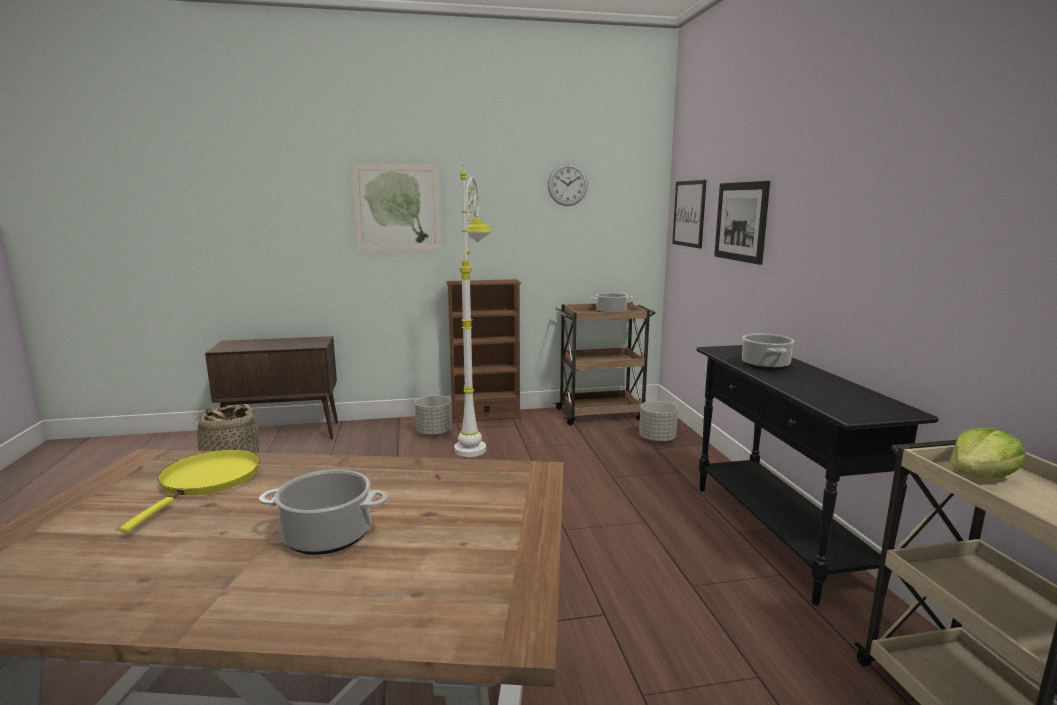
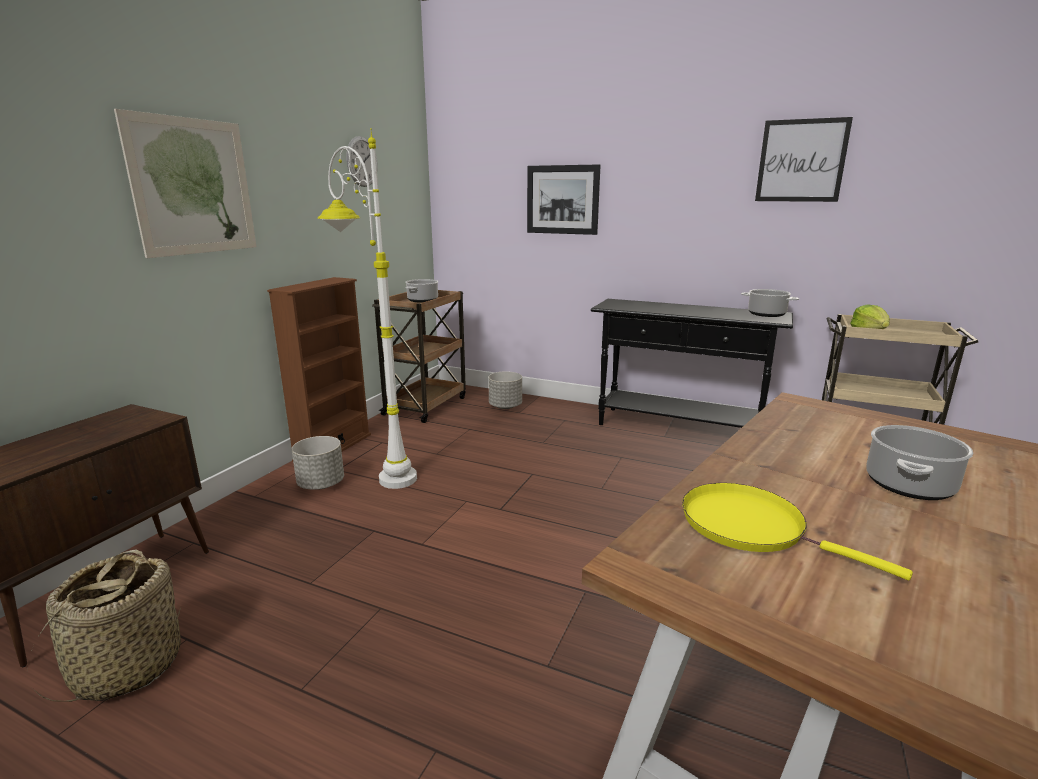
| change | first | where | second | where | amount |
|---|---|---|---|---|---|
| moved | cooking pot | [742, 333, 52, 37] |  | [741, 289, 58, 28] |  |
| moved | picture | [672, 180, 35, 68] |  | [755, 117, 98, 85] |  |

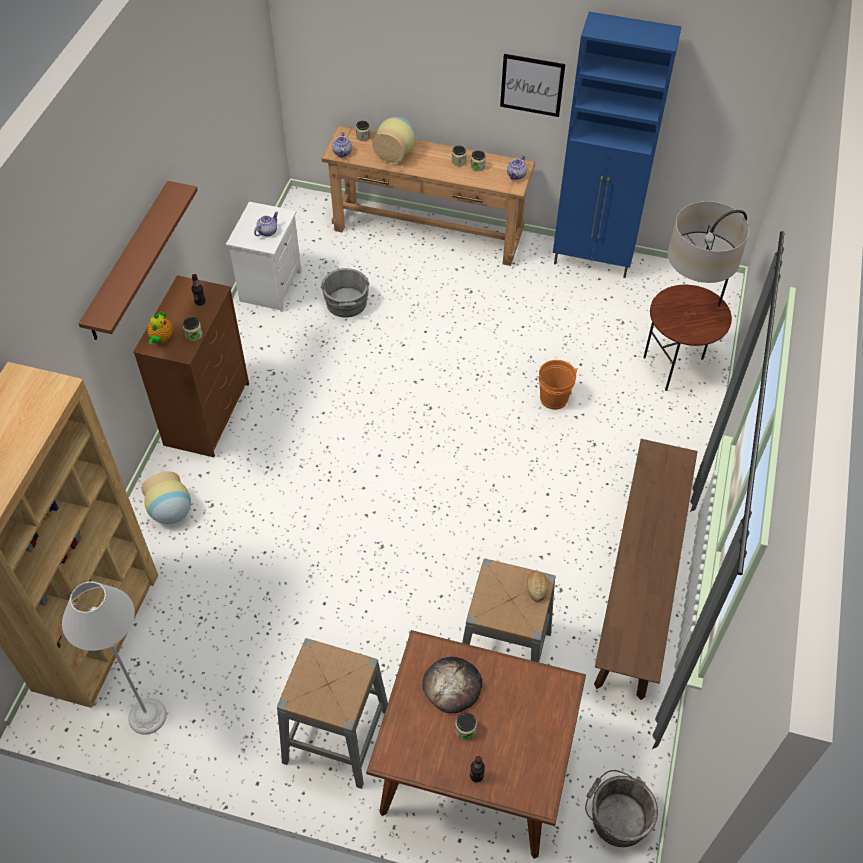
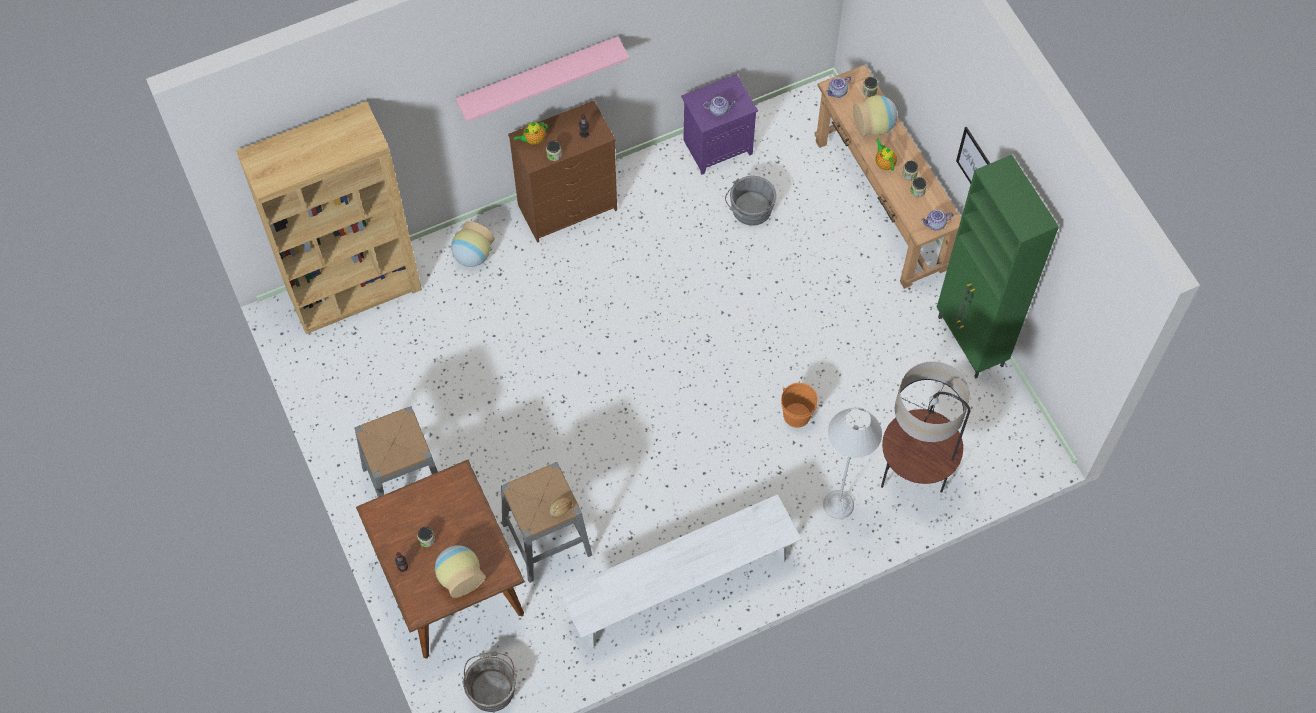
| change | first | where | second | where | amount |
|---|---|---|---|---|---|
| added |  |  | vase | [435, 545, 51, 53] |  |
| recoloured | brown shelf | [78, 181, 120, 159] | pink shelf | [456, 36, 173, 86] |  |
| recoloured | brown bench | [594, 439, 104, 261] | white bench | [559, 494, 243, 154] |  |
| recoloured | white nightstand | [226, 202, 76, 110] | purple nightstand | [681, 74, 77, 101] |  |
| moved | grey floor lamp | [62, 581, 105, 154] |  | [823, 407, 59, 112] |  |
| added |  |  | teapot | [875, 138, 22, 33] |  |
| recoloured | blue cabinet | [553, 12, 129, 266] | green cabinet | [937, 155, 122, 224] |  |
| removed | bread | [422, 657, 60, 56] |  |  |  |

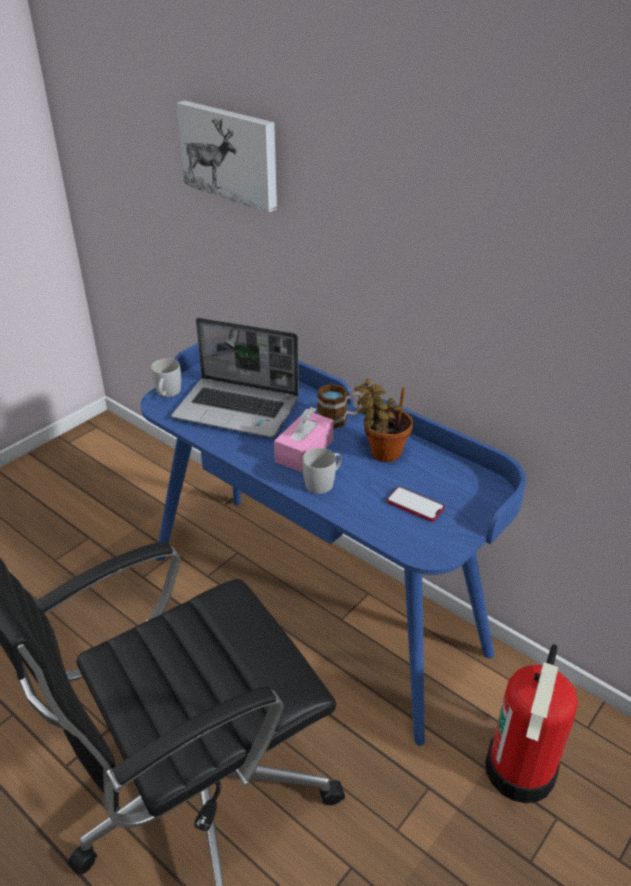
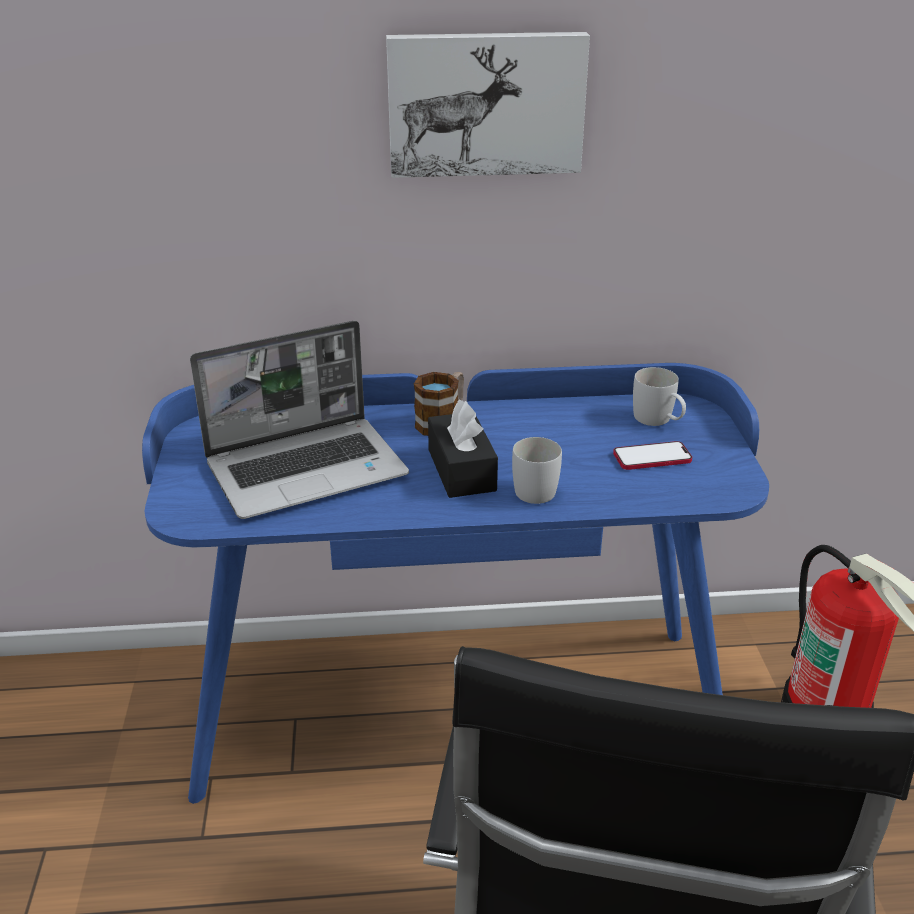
| change | first | where | second | where | amount |
|---|---|---|---|---|---|
| moved | picture | [176, 101, 101, 112] |  | [386, 32, 204, 146] |  |
| recoloured | pink tissue box | [274, 407, 60, 65] | black tissue box | [428, 399, 70, 99] |  |
| moved | white mug | [151, 358, 30, 39] |  | [633, 367, 53, 59] |  |
| removed | potted plant | [354, 378, 59, 84] |  |  |  |

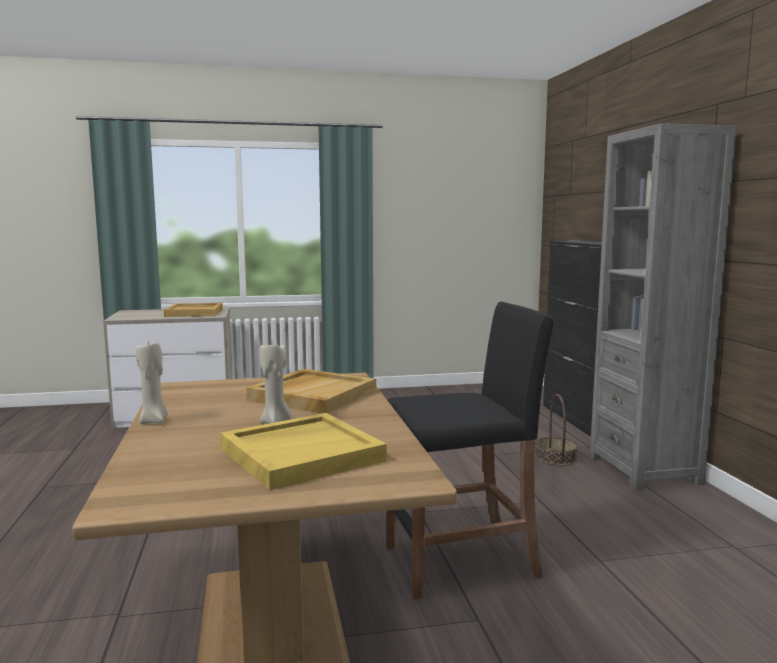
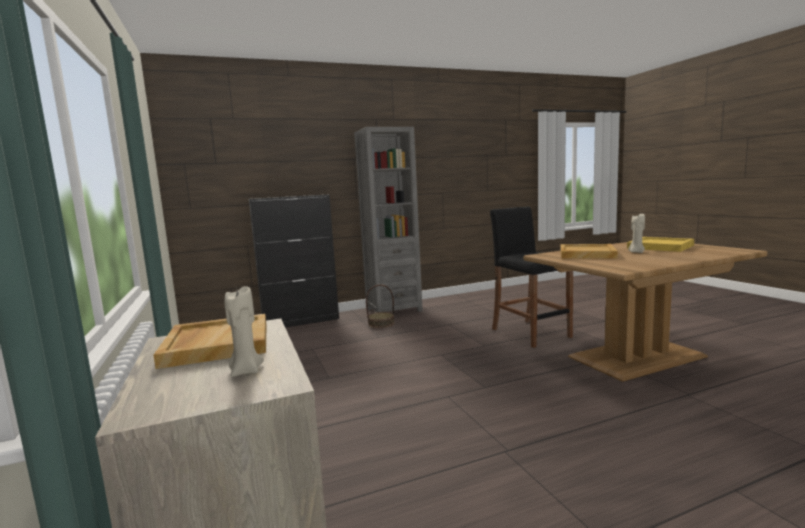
| change | first | where | second | where | amount |
|---|---|---|---|---|---|
| moved | beige candle | [135, 343, 33, 81] |  | [225, 286, 39, 91] |  |

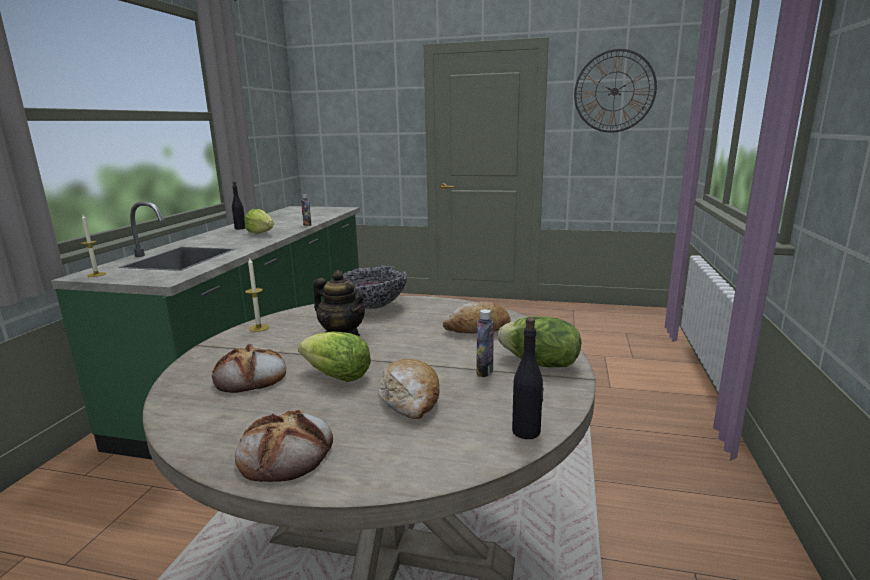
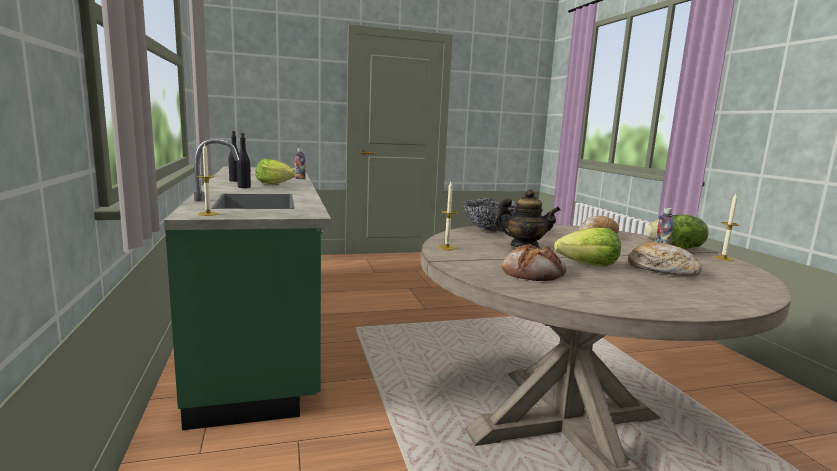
| change | first | where | second | where | amount |
|---|---|---|---|---|---|
| moved | black bottle | [512, 318, 32, 121] |  | [237, 133, 14, 55] |  |
| added |  |  | candle | [714, 194, 25, 67] |  |
| removed | bread | [235, 410, 98, 72] |  |  |  |
| removed | wall clock | [574, 49, 83, 84] |  |  |  |

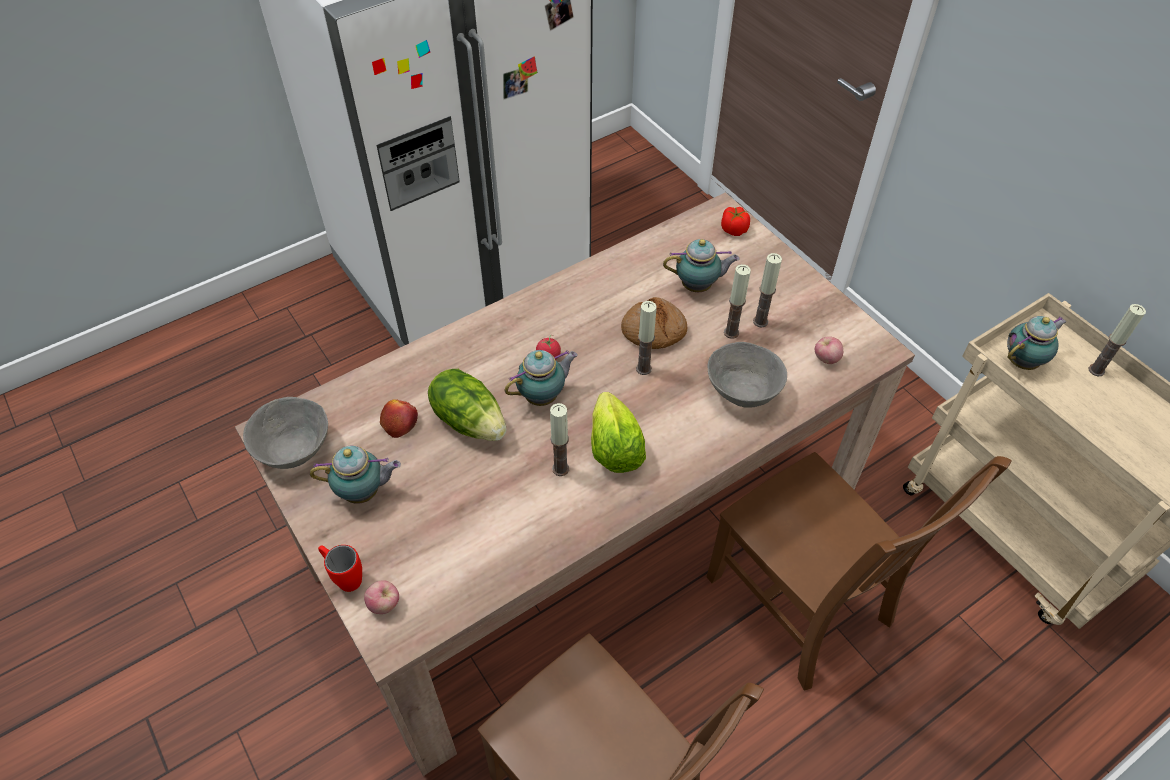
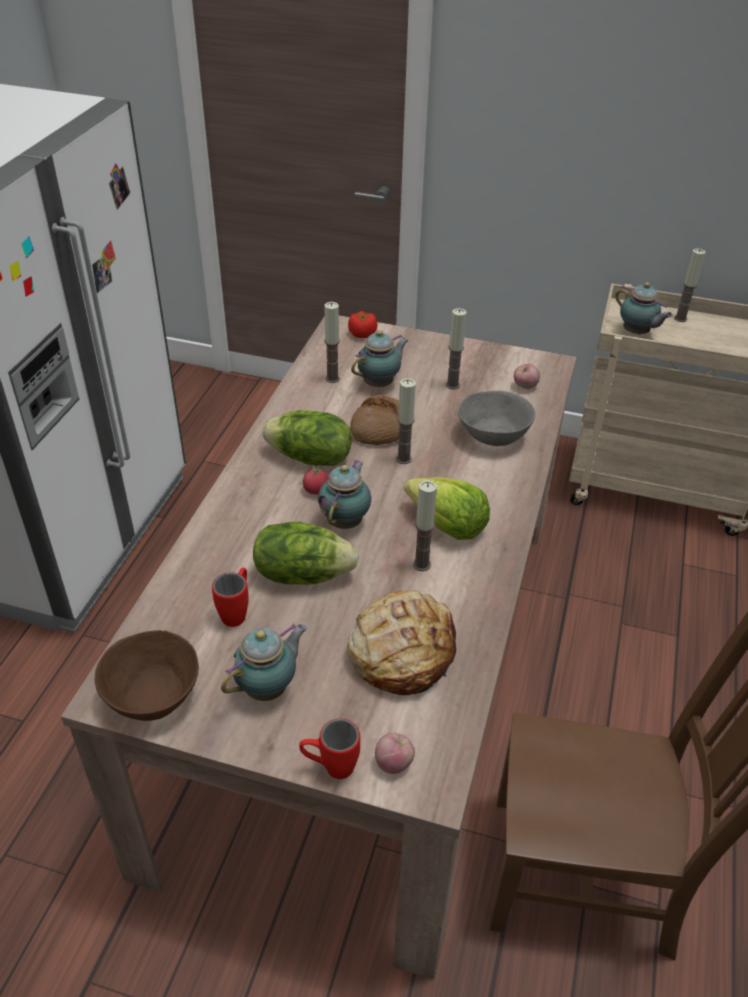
| change | first | where | second | where | amount |
|---|---|---|---|---|---|
| recoloured | grey bowl | [243, 397, 85, 72] | brown bowl | [95, 630, 104, 91] |  |
| replaced | apple | [380, 399, 38, 39] | red mug | [212, 568, 37, 59] |  |
| added |  |  | lettuce | [262, 410, 90, 56] |  |
| moved | candle | [724, 264, 27, 75] |  | [324, 302, 16, 81] |  |
| added |  |  | bread | [347, 590, 109, 105] |  |
| turned | teapot | [1007, 316, 59, 54] |  | [615, 282, 58, 52] | 120 degrees clockwise |
| removed | brown chair | [707, 452, 305, 239] |  |  |  |

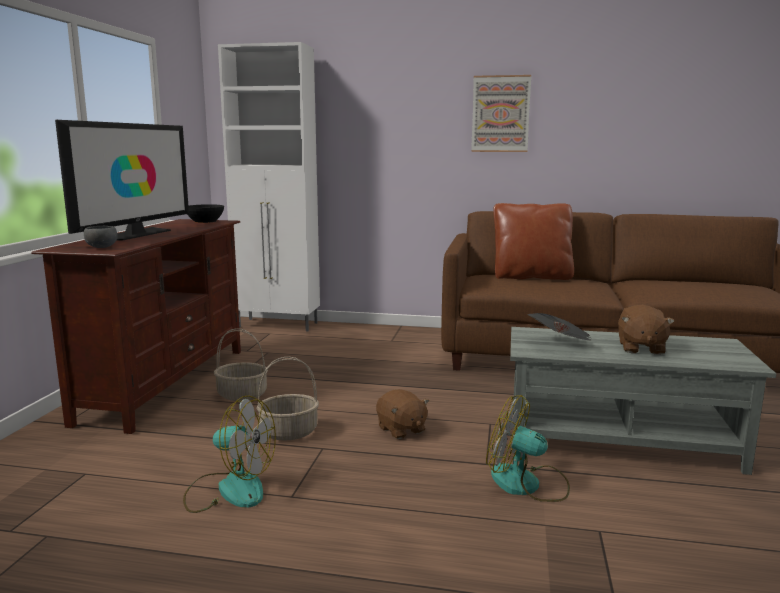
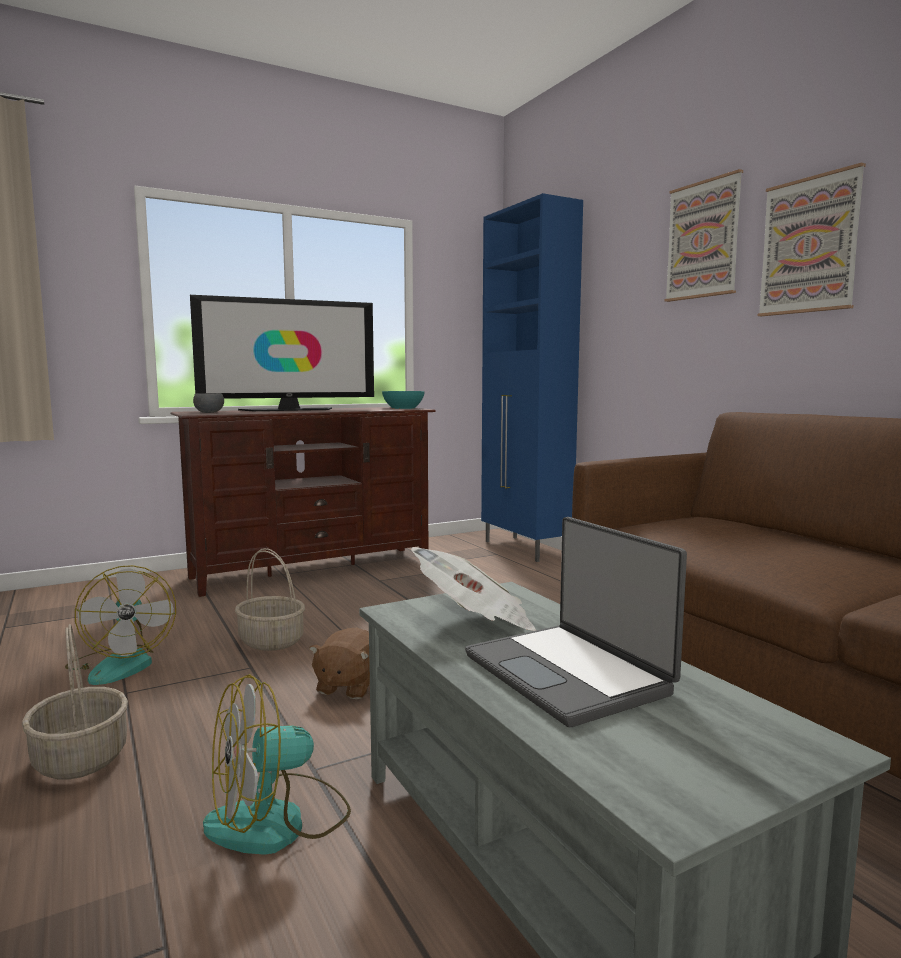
| change | first | where | second | where | amount |
|---|---|---|---|---|---|
| moved | basket | [214, 328, 54, 73] |  | [22, 624, 106, 155] |  |
| turned | fan | [486, 395, 84, 107] |  | [203, 674, 148, 181] | 105 degrees counterclockwise |
| recoloured | black bowl | [187, 204, 37, 19] | turquoise bowl | [382, 391, 43, 18] |  |
| replaced | brown plush toy | [618, 305, 57, 50] | laptop | [465, 517, 222, 210] |  |
| recoloured | white cabinet | [218, 42, 102, 289] | blue cabinet | [481, 193, 102, 369] |  |
| added |  |  | picture | [664, 169, 79, 133] |  |
| removed | brown pillow | [493, 203, 81, 77] |  |  |  |

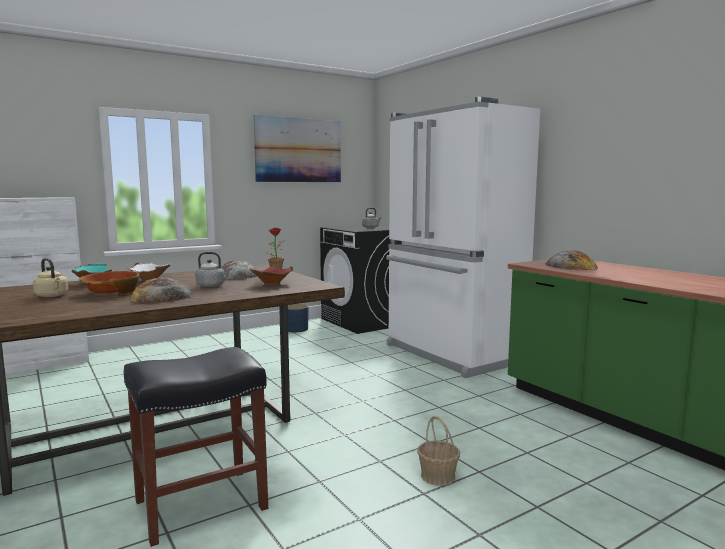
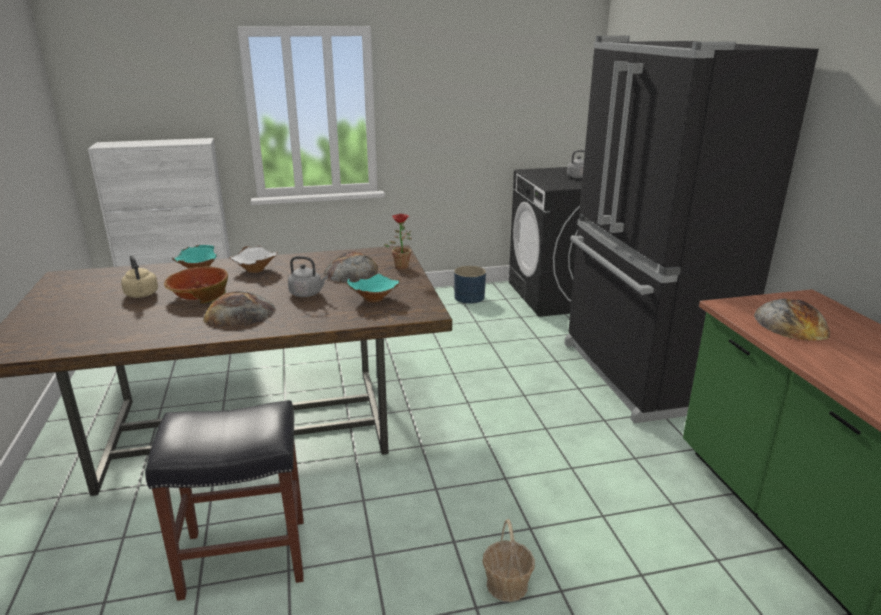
| change | first | where | second | where | amount |
|---|---|---|---|---|---|
| recoloured | red bowl | [250, 266, 43, 19] | turquoise bowl | [347, 273, 53, 29] |  |
| recoloured | white fridge | [386, 97, 154, 281] | black fridge | [564, 36, 255, 388] |  |
| removed | picture | [254, 115, 87, 67] |  |  |  |

